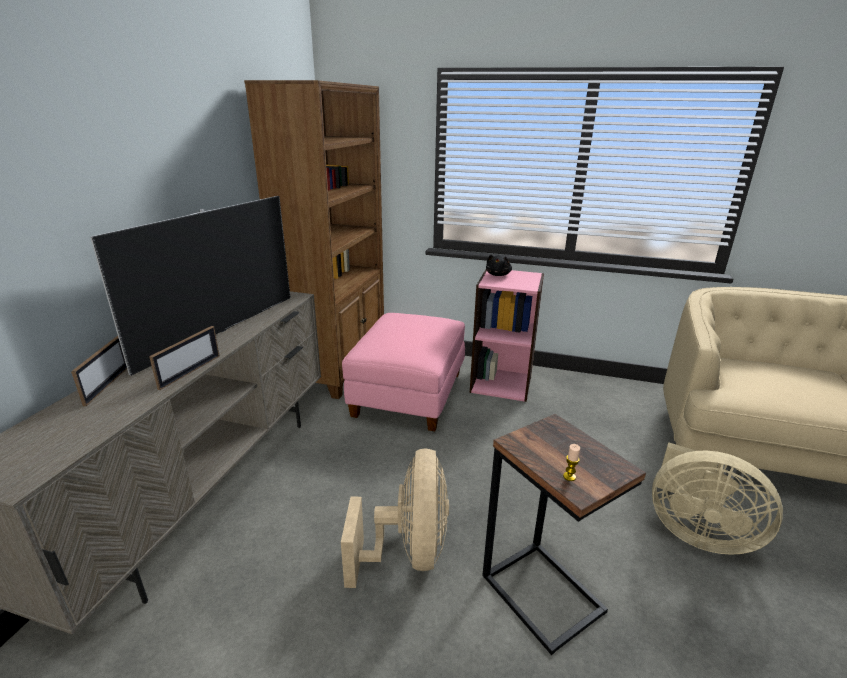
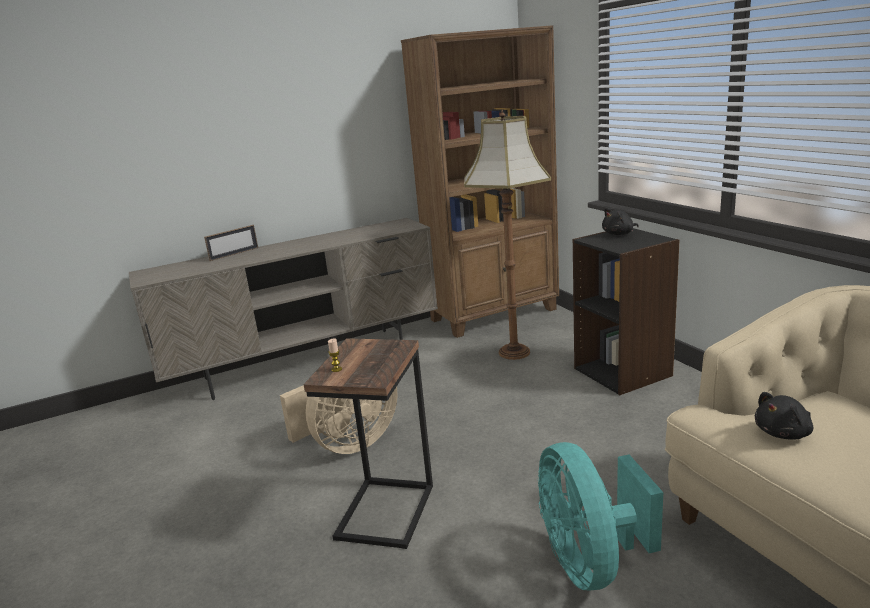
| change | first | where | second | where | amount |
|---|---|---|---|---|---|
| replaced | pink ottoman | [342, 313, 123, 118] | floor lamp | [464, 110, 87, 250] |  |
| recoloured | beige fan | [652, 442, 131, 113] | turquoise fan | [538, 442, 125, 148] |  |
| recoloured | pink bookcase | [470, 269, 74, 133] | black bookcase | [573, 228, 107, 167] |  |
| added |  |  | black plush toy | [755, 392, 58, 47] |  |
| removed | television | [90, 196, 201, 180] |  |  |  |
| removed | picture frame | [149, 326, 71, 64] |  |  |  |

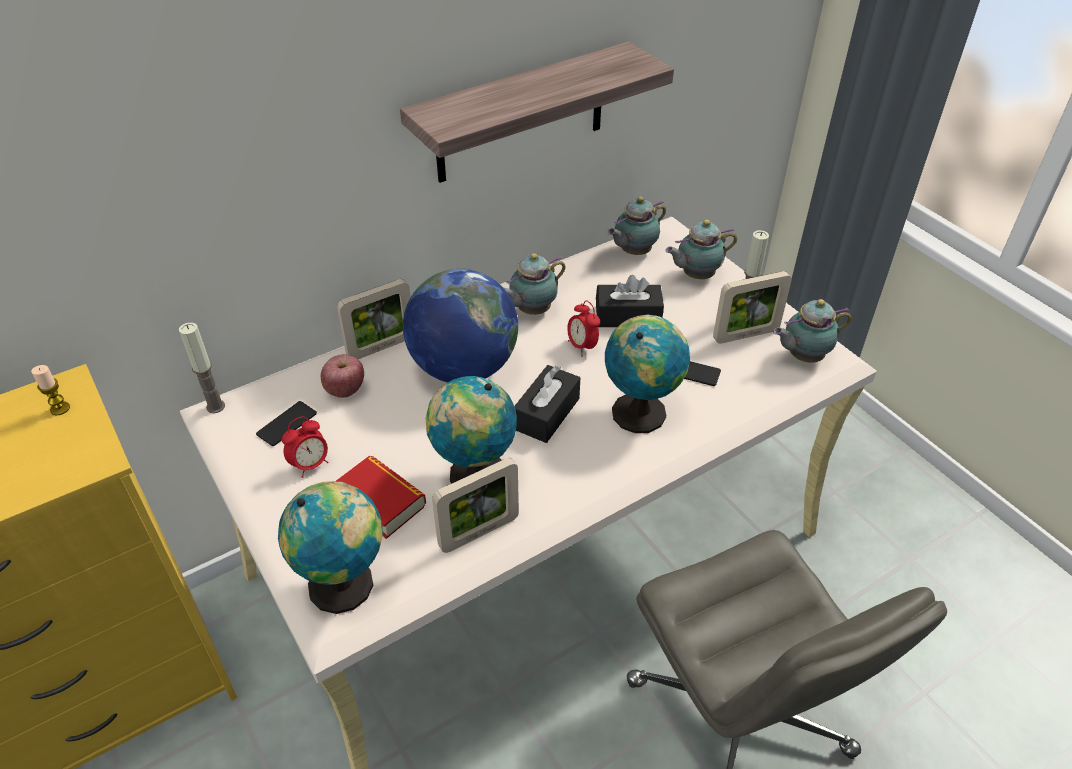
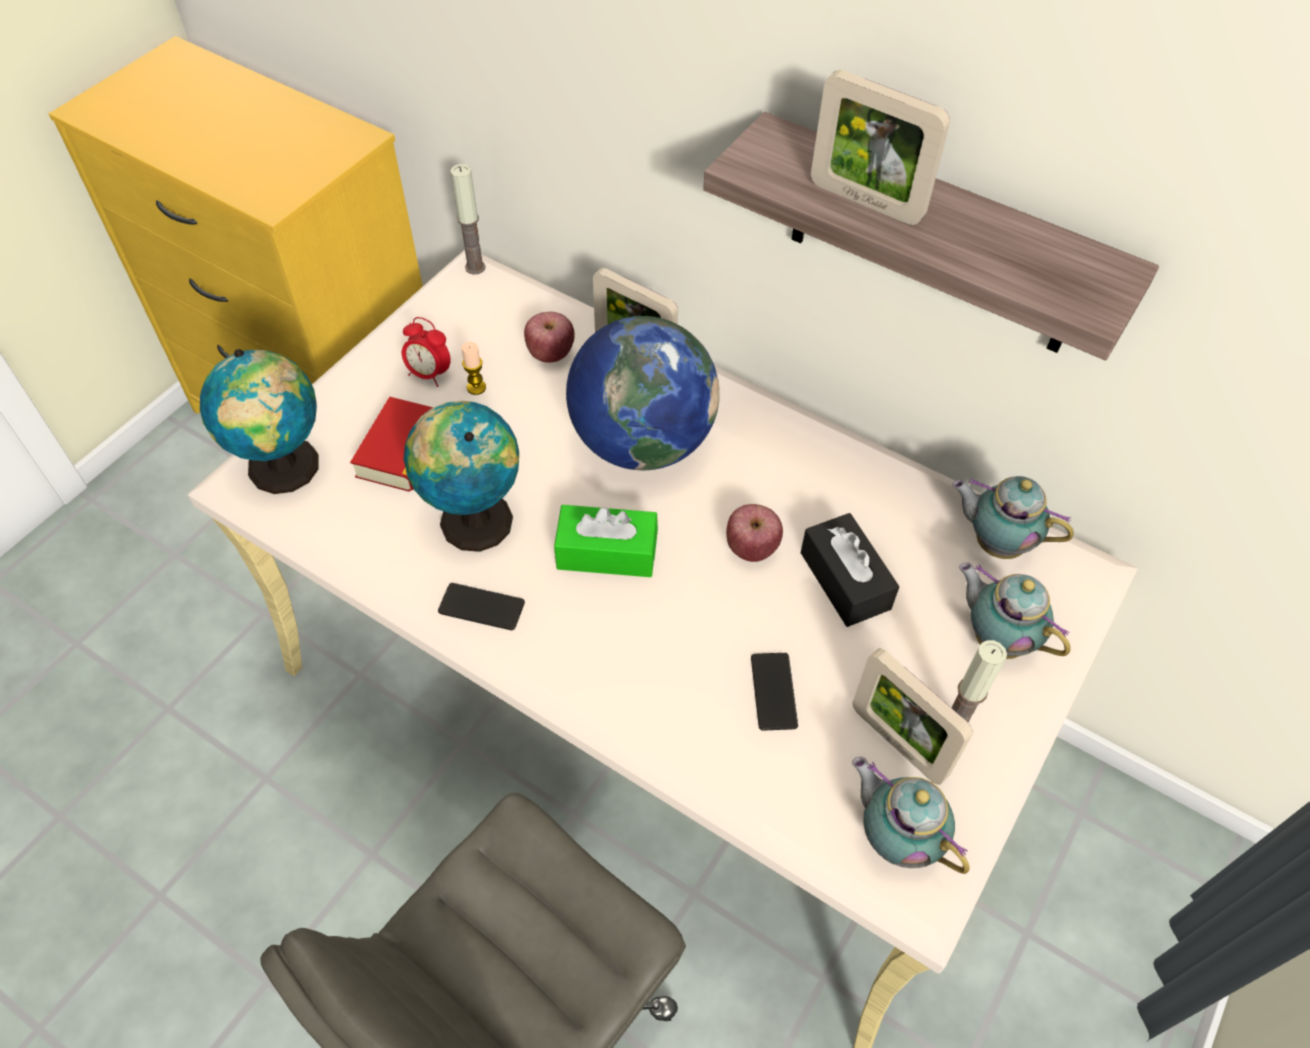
| change | first | where | second | where | amount |
|---|---|---|---|---|---|
| moved | phone | [256, 401, 61, 45] |  | [438, 583, 87, 47] |  |
| moved | candle | [31, 365, 39, 50] |  | [462, 342, 24, 53] |  |
| recoloured | black tissue box | [514, 365, 66, 78] | green tissue box | [554, 505, 104, 72] |  |
| replaced | alarm clock | [567, 301, 33, 55] | apple | [726, 504, 57, 58] |  |
| moved | picture frame | [432, 458, 87, 95] |  | [811, 70, 139, 155] |  |
| removed | teapot | [504, 253, 62, 62] |  |  |  |
| removed | globe | [605, 315, 85, 118] |  |  |  |

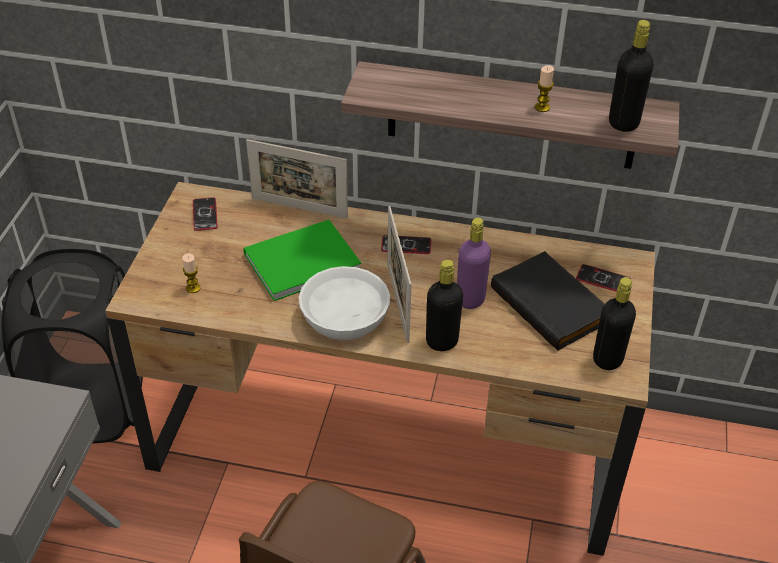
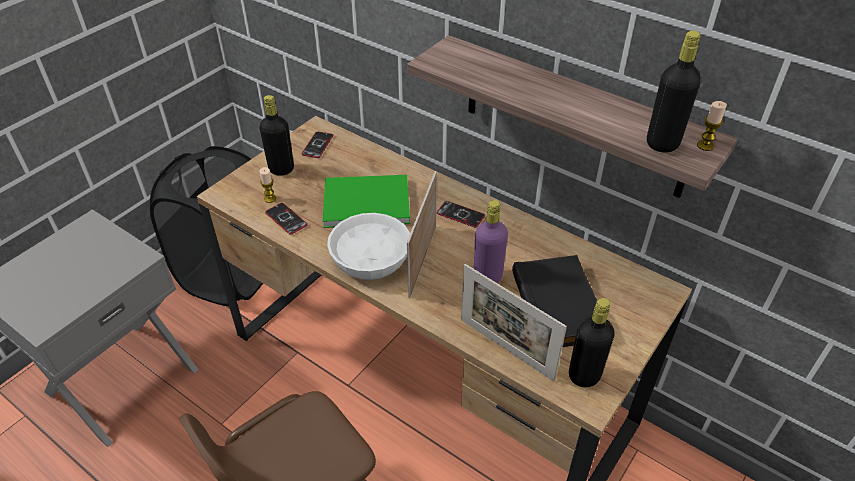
| change | first | where | second | where | amount |
|---|---|---|---|---|---|
| moved | black bottle | [426, 260, 37, 91] |  | [259, 95, 35, 81] |  |
| moved | phone | [576, 264, 55, 28] |  | [265, 203, 43, 32] |  |
| moved | picture frame | [246, 139, 102, 79] |  | [461, 264, 106, 118] |  |
| moved | candle | [535, 65, 19, 47] |  | [697, 101, 30, 50] |  |

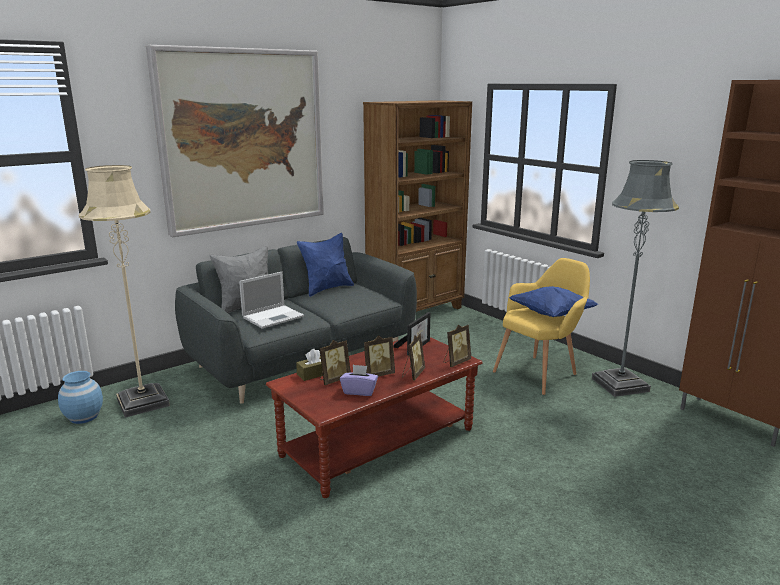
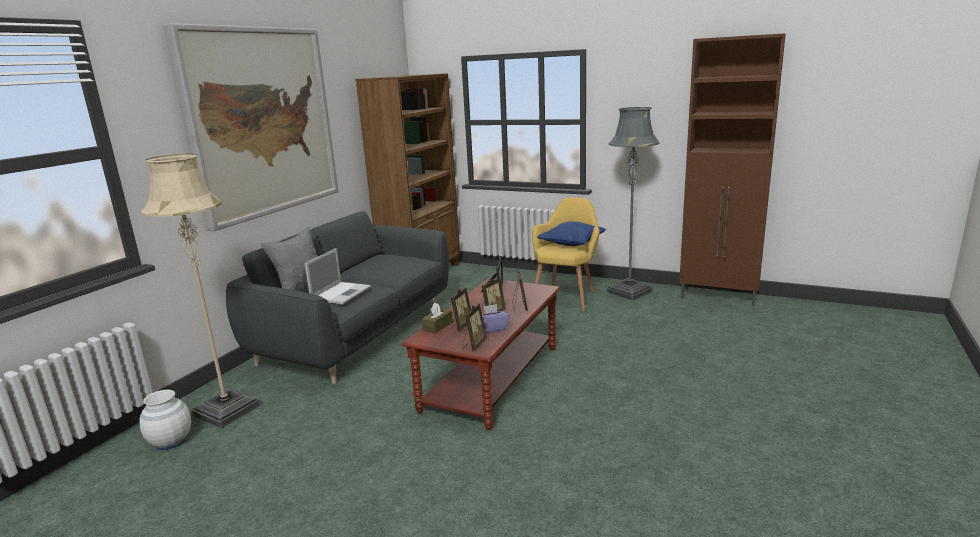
| change | first | where | second | where | amount |
|---|---|---|---|---|---|
| recoloured | blue vase | [58, 371, 45, 53] | white vase | [139, 390, 52, 60] |  |
| moved | picture frame | [444, 324, 27, 43] |  | [462, 304, 25, 47] |  |
| removed | blue pillow | [297, 233, 57, 64] |  |  |  |

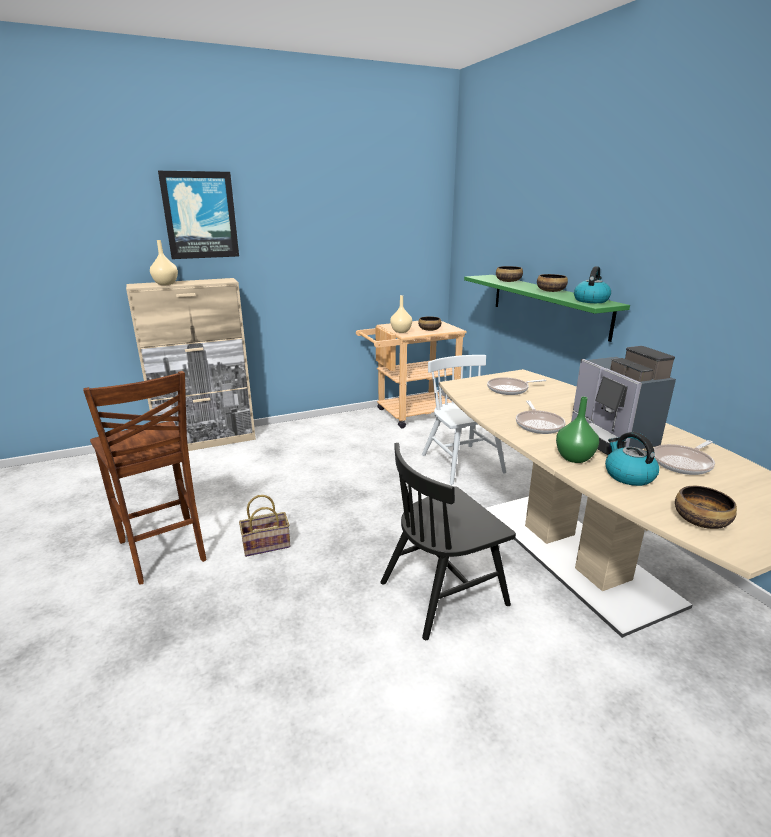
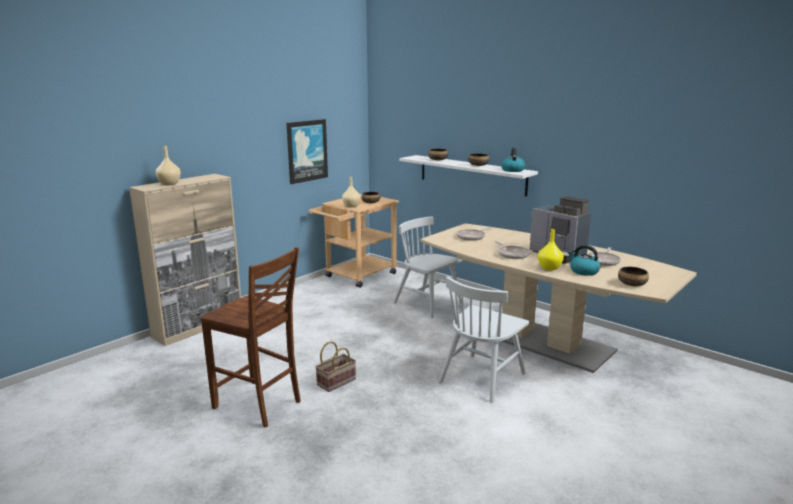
| change | first | where | second | where | amount |
|---|---|---|---|---|---|
| moved | picture | [158, 171, 81, 88] |  | [286, 119, 42, 65] |  |
| recoloured | green shelf | [464, 275, 166, 67] | white shelf | [399, 155, 139, 42] |  |
| recoloured | black chair | [381, 443, 135, 197] | white chair | [438, 276, 91, 127] |  |
| recoloured | green vase | [556, 397, 43, 66] | yellow vase | [538, 229, 26, 41] |  |

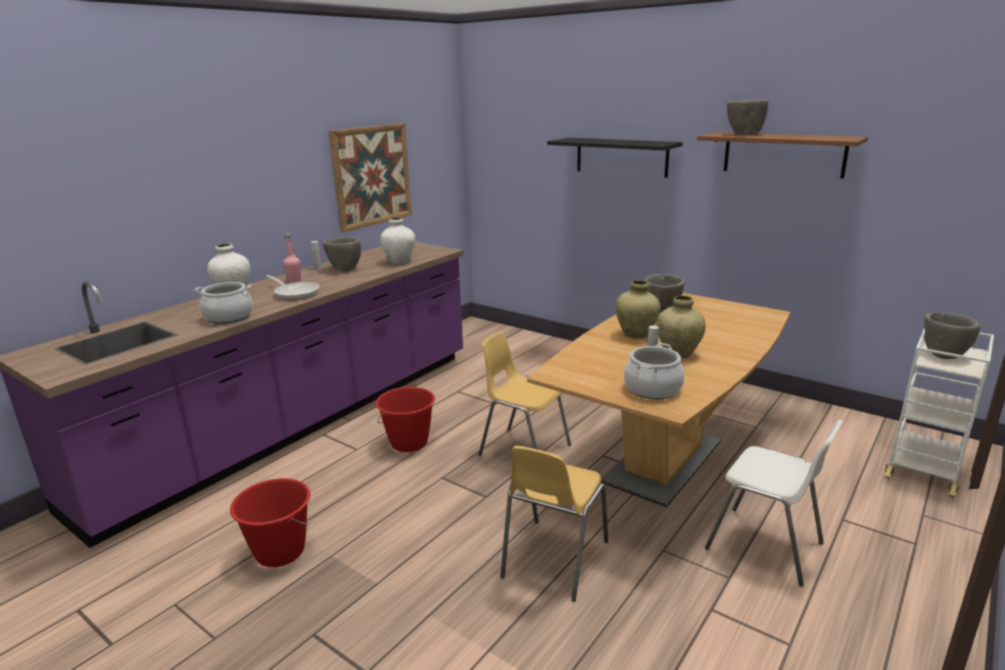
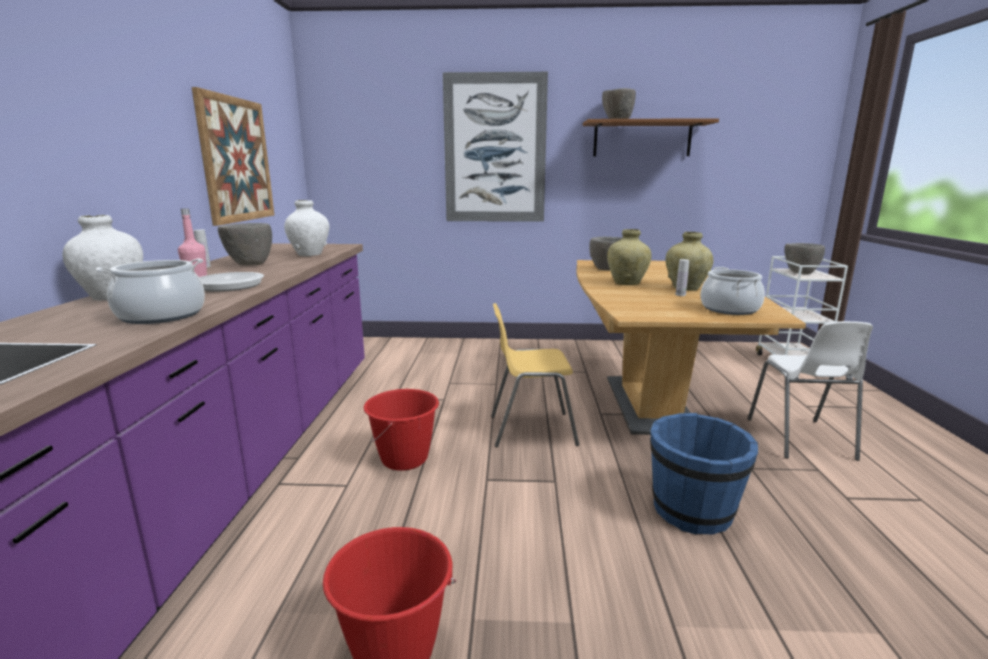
| change | first | where | second | where | amount |
|---|---|---|---|---|---|
| replaced | black shelf | [547, 138, 136, 40] | picture | [443, 72, 105, 150] |  |
| replaced | yellow chair | [500, 446, 108, 156] | blue bucket | [650, 413, 108, 122] |  |
| turned | white chair | [705, 420, 138, 167] |  | [748, 321, 125, 140] | 90 degrees clockwise |

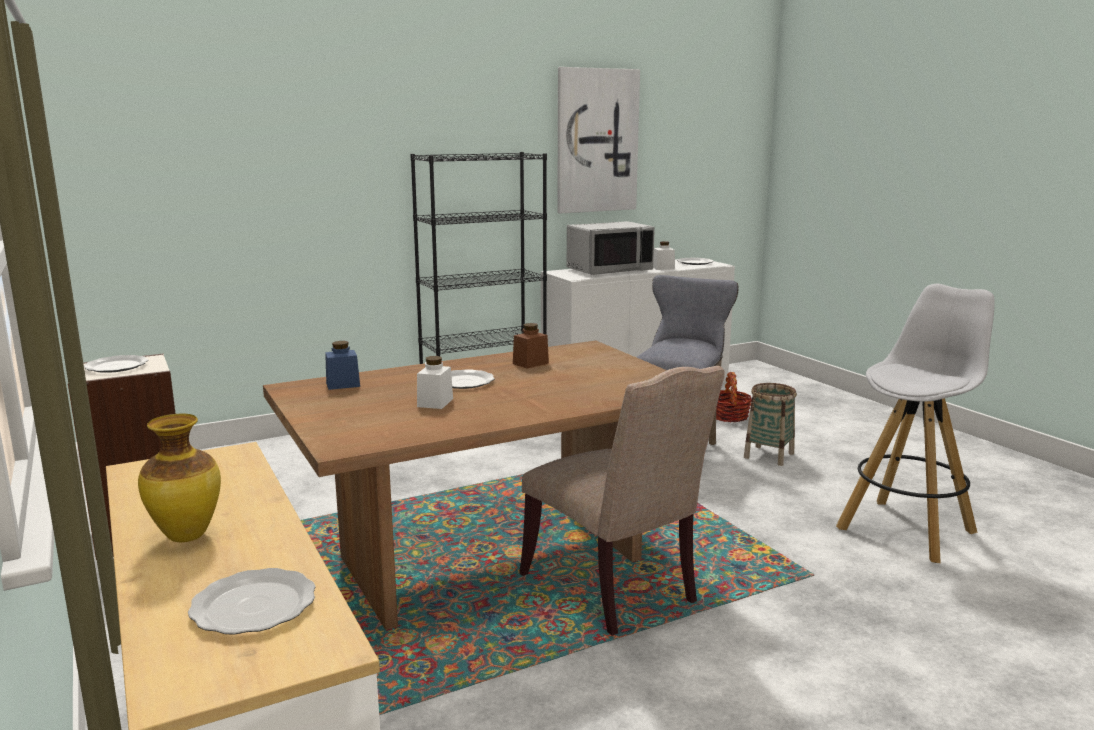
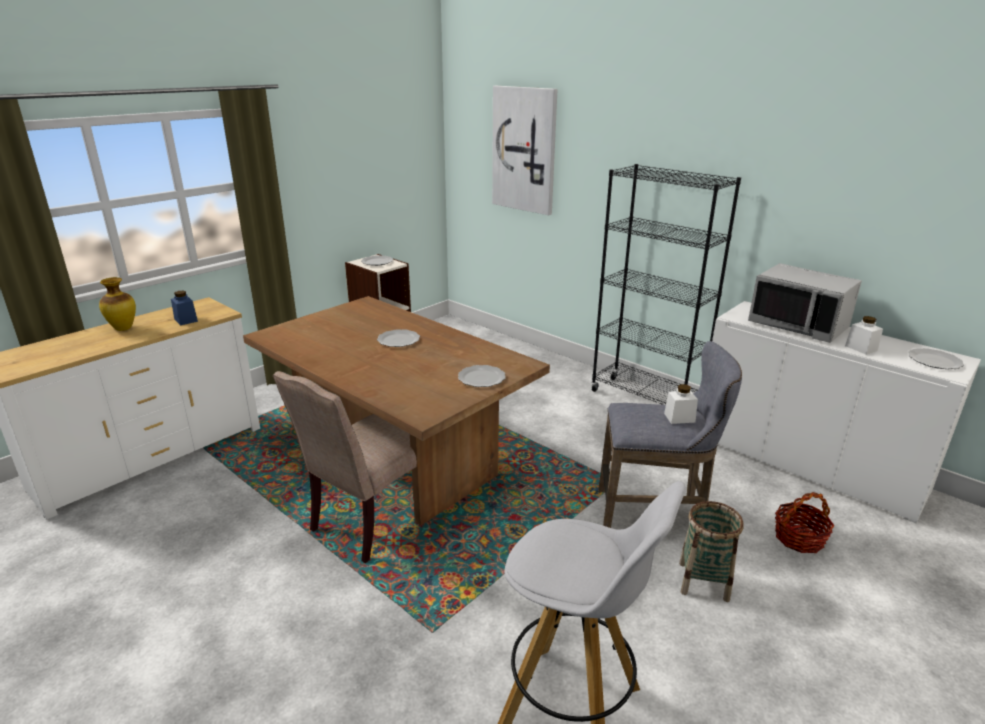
| change | first | where | second | where | amount |
|---|---|---|---|---|---|
| moved | blue jar | [325, 341, 35, 49] |  | [171, 291, 27, 35] |  |
| moved | plate | [188, 568, 128, 66] |  | [458, 365, 48, 22] |  |
| moved | picture | [557, 67, 83, 146] |  | [492, 86, 66, 129] |  |
| moved | white jar | [417, 356, 36, 53] |  | [664, 384, 34, 40] |  |
| removed | brown jar | [513, 323, 36, 46] |  |  |  |

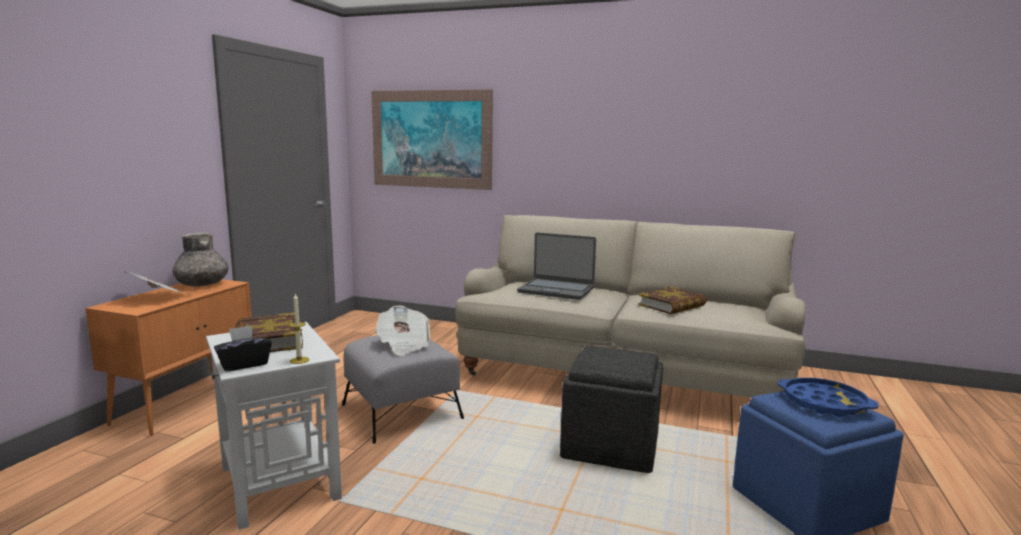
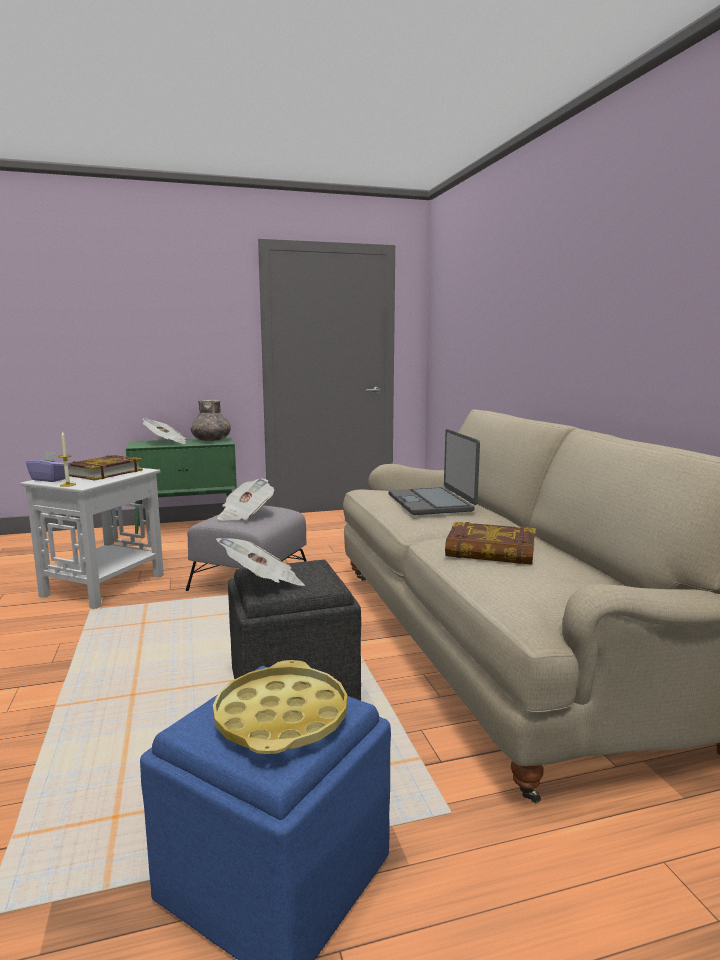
| change | first | where | second | where | amount |
|---|---|---|---|---|---|
| recoloured | black tissue box | [214, 325, 58, 47] | purple tissue box | [26, 451, 44, 31] |  |
| recoloured | orange cabinet | [85, 279, 167, 157] | green cabinet | [126, 437, 111, 97] |  |
| recoloured | blue tray | [777, 378, 102, 39] | yellow tray | [213, 660, 134, 94] |  |
| added |  |  | newspaper | [217, 538, 88, 48] |  |
| removed | picture | [371, 89, 122, 101] |  |  |  |

